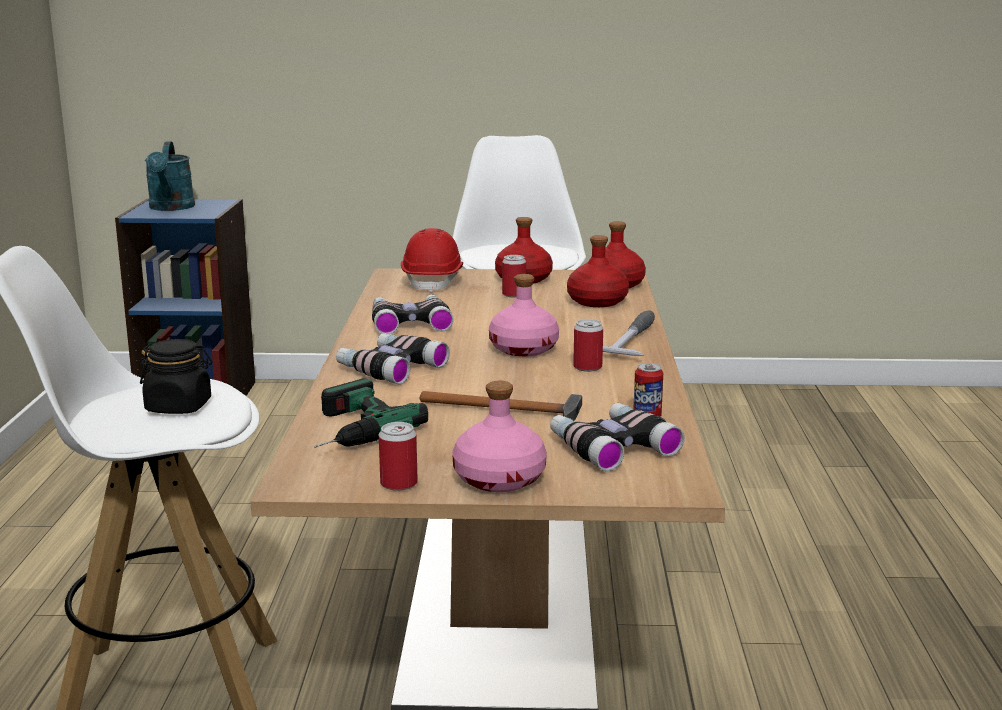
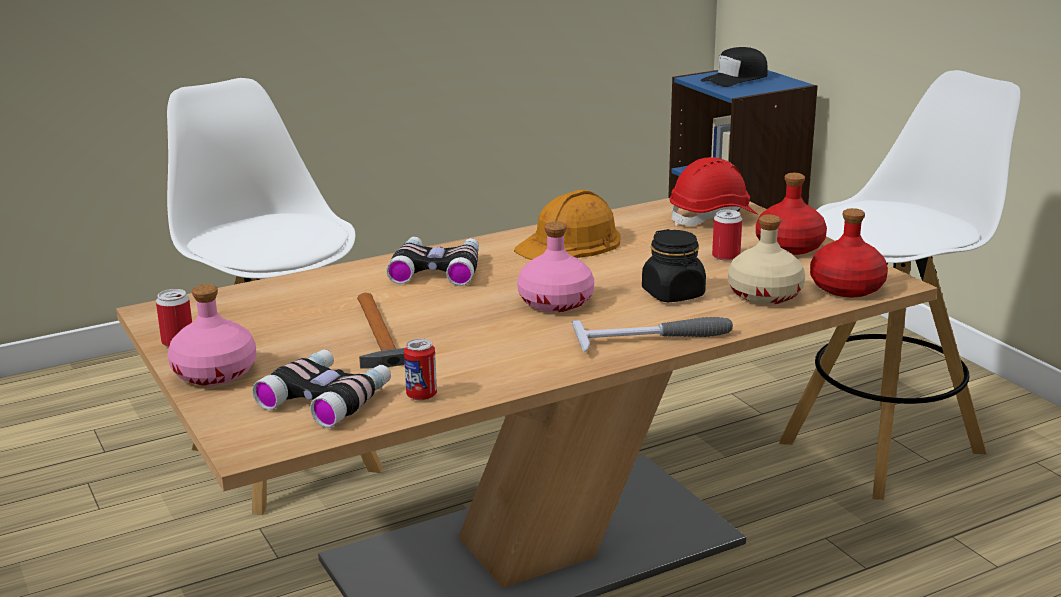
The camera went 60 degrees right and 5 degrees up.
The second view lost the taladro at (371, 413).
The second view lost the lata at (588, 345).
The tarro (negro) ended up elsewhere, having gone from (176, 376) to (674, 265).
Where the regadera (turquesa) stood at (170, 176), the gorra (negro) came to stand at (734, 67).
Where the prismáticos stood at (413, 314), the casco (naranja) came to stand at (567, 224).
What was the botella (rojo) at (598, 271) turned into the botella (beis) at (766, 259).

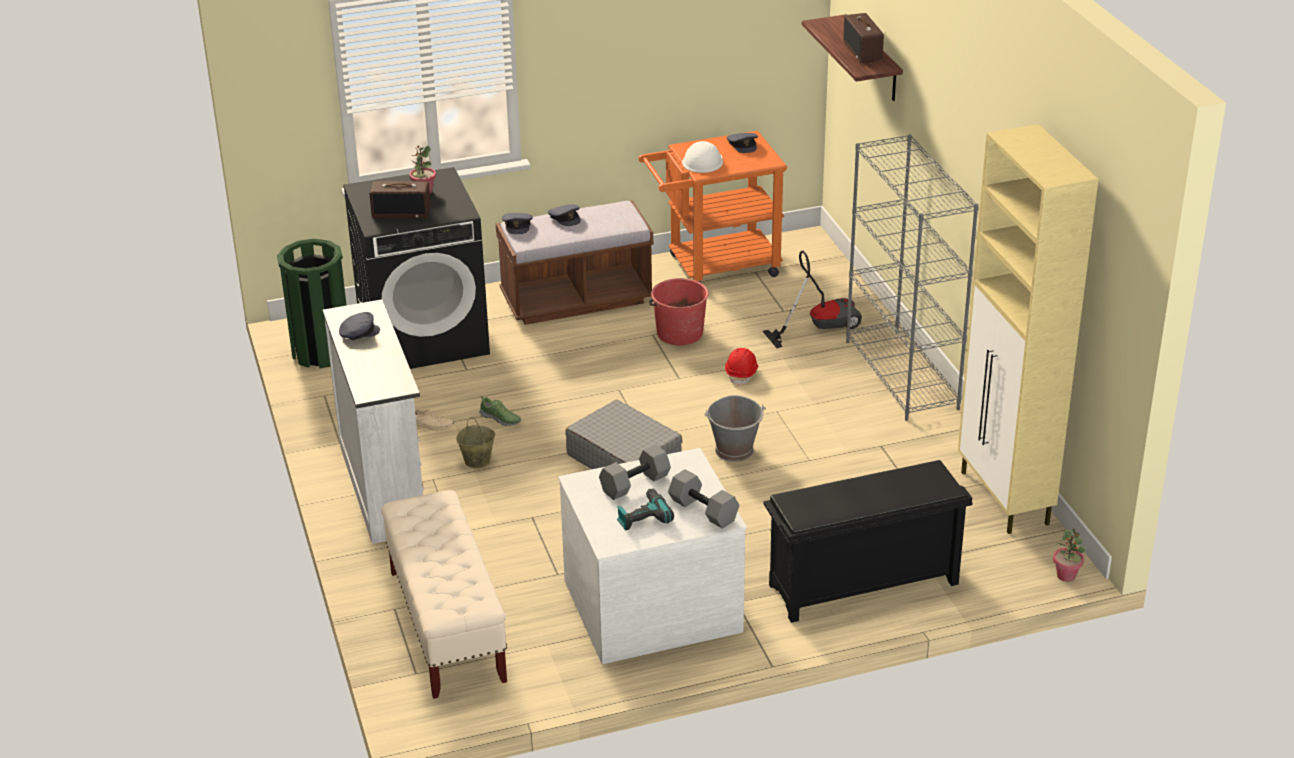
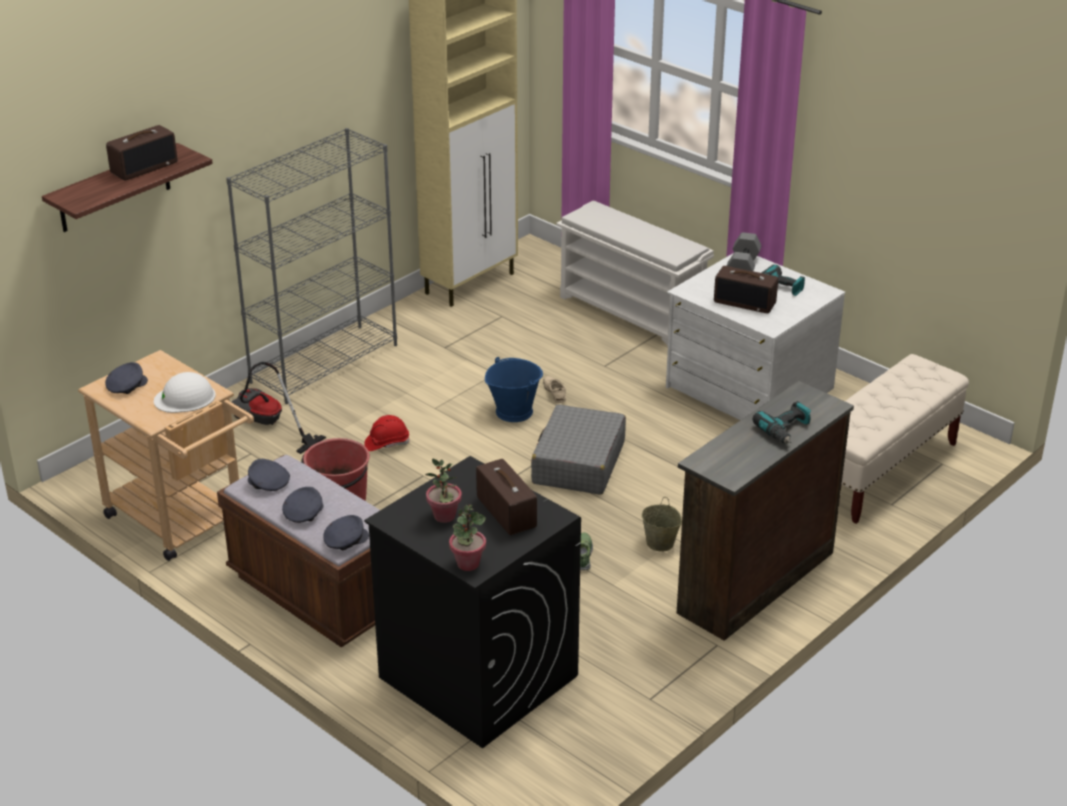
The camera went 120 degrees left and 0 degrees up.
The second view lost the papelera (verde) at (312, 303).
The second view gained the taladro at (782, 422).
The gorra (gris) ended up elsewhere, having gone from (359, 326) to (269, 475).
The zapato (beis) ended up elsewhere, having gone from (434, 420) to (554, 389).
The planta en maceta ended up elsewhere, having gone from (1069, 555) to (467, 538).
Where the mancuerna (gris) stood at (635, 472), the radio came to stand at (746, 289).
What was the cómoda (blanco) at (373, 421) turned into the cómoda (marrón) at (765, 511).
What was the carrito (naranja) at (712, 207) turned into the carrito (beis) at (166, 455).
What was the cubo (gris) at (735, 428) turned into the cubo (azul) at (514, 389).
What was the zapatero (negro) at (868, 541) turned into the zapatero (blanco) at (635, 274).

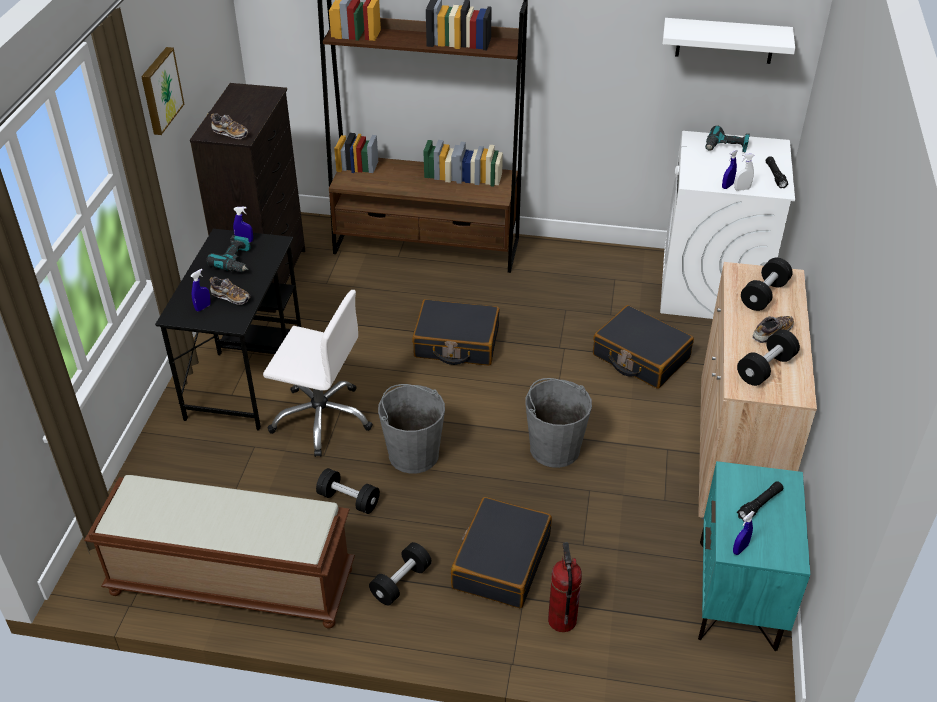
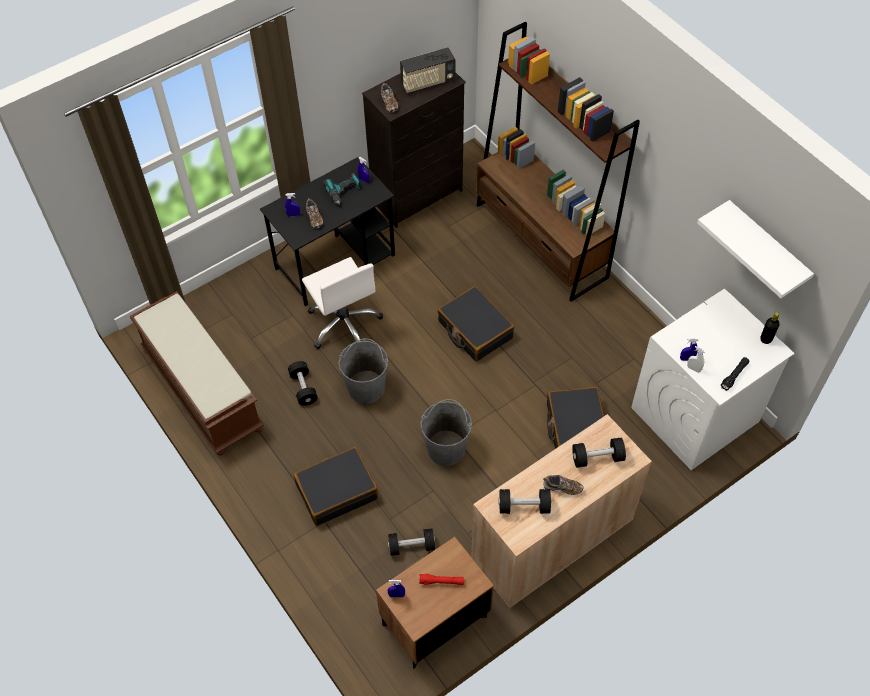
The camera went 45 degrees right and 15 degrees up.
The second view lost the cuadro at (162, 91).
The second view lost the extintor at (565, 587).
The second view lost the taladro at (727, 139).
The second view gained the radio at (428, 70).
The second view gained the botella (negro) at (769, 328).
The mancuerna (negro) ended up elsewhere, having gone from (400, 573) to (411, 542).
What was the mesita de noche (turquesa) at (754, 556) turned into the mesita de noche (marrón) at (435, 603).
What was the linterna (negro) at (760, 501) turned into the linterna (rojo) at (441, 579).

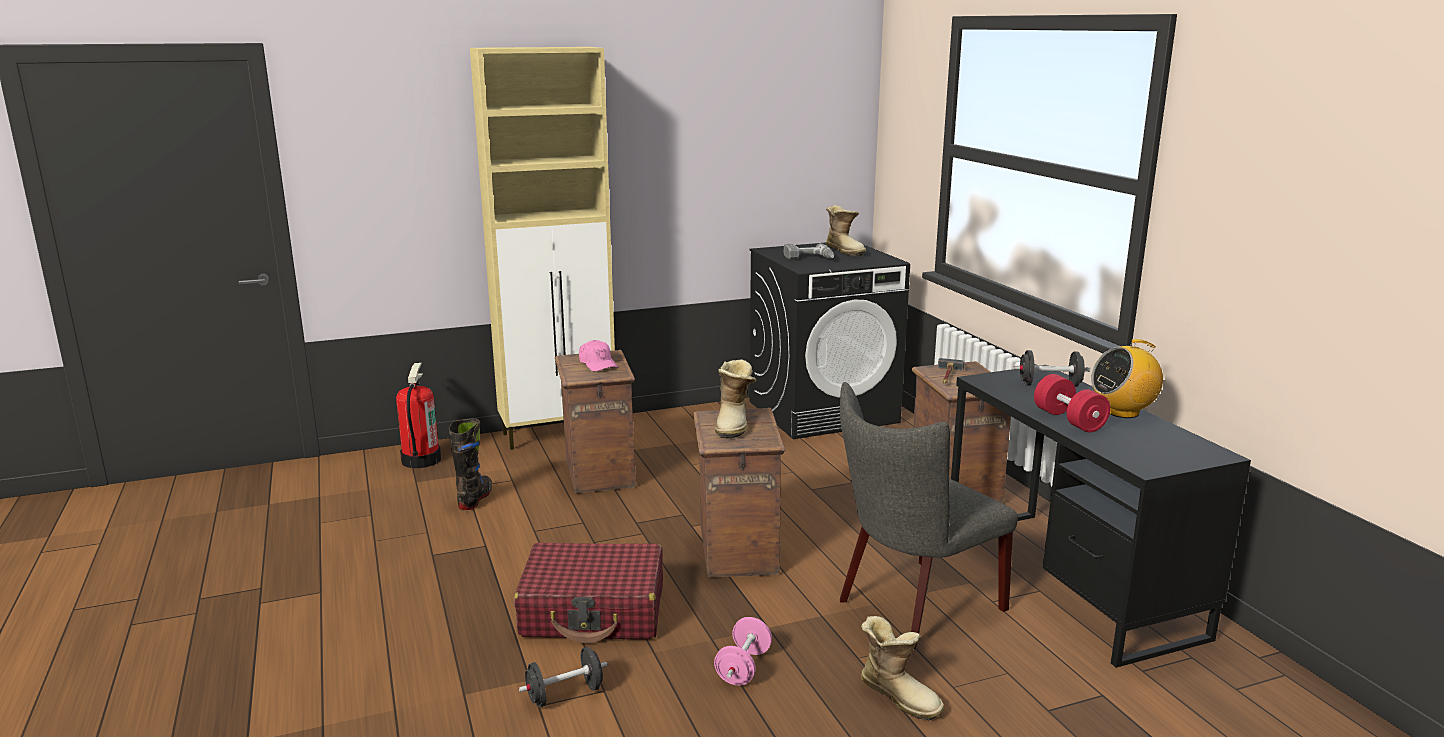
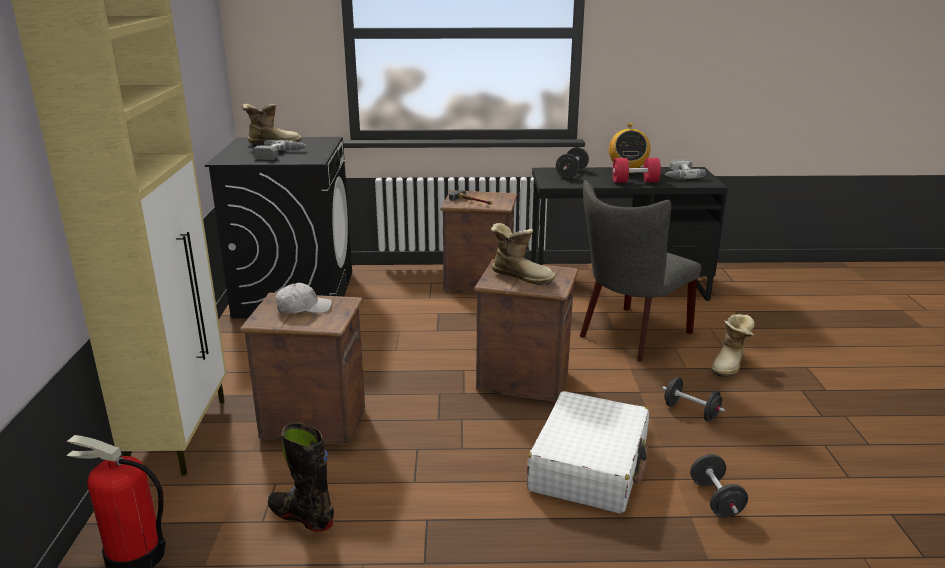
The camera went 70 degrees left and 5 degrees up.
The second view gained the taladro at (685, 169).
What was the maleta (rojo) at (588, 592) turned into the maleta (blanco) at (588, 452).
What was the gorra (rosa) at (598, 356) turned into the gorra (blanco) at (303, 298).
What was the mancuerna (rosa) at (743, 651) turned into the mancuerna (negro) at (693, 399).
The silla (gris) at (929, 515) ended up facing another way, 60 degrees clockwise from before.
The bota at (902, 668) ended up facing another way, 150 degrees clockwise from before.

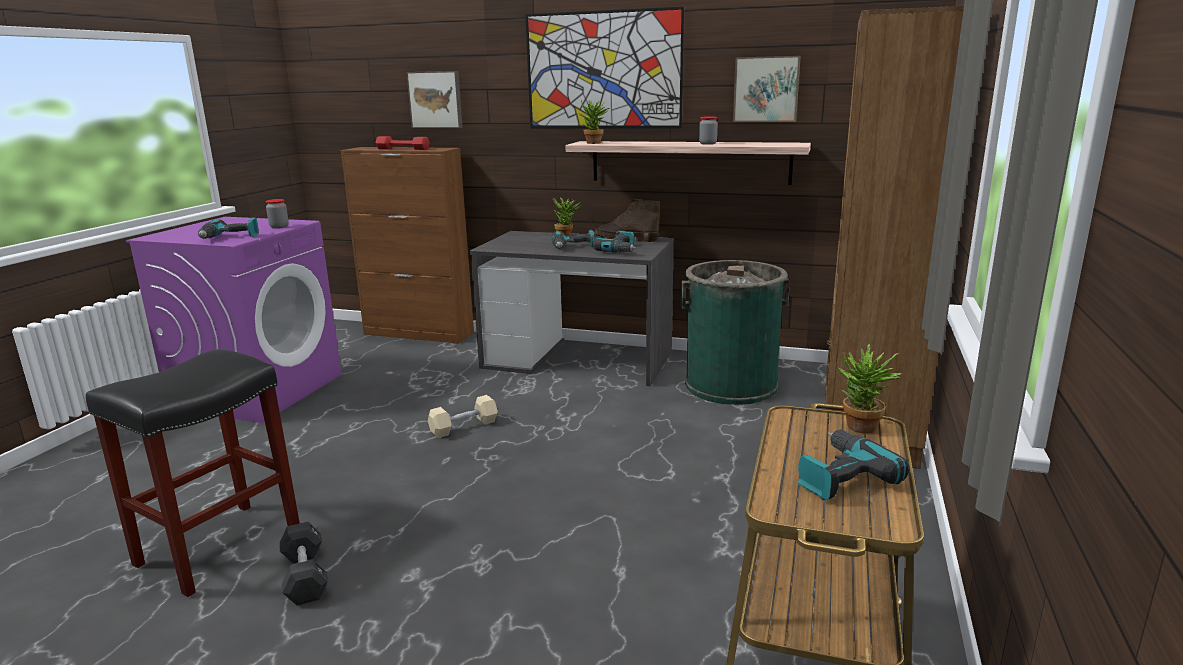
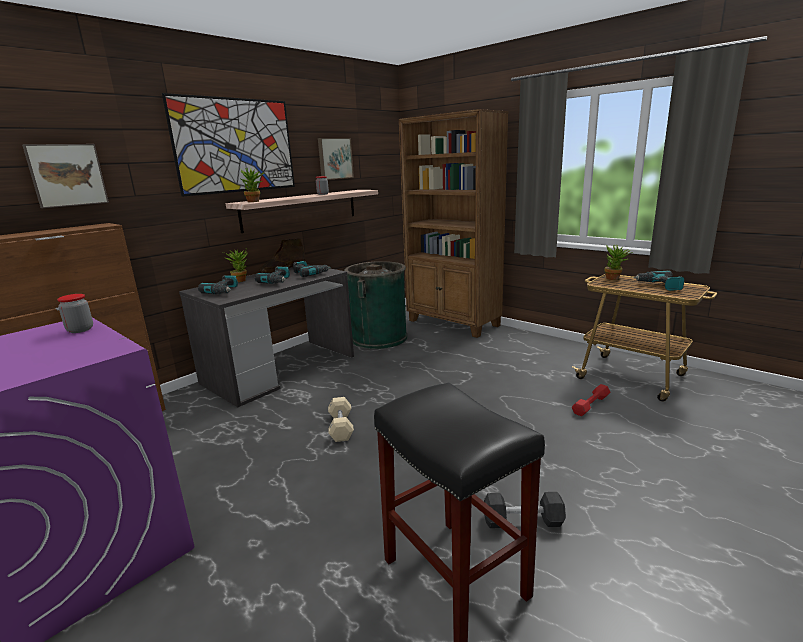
The camera went 65 degrees left and 0 degrees up.
The taladro ended up elsewhere, having gone from (228, 228) to (218, 284).
The mancuerna (rojo) ended up elsewhere, having gone from (402, 143) to (591, 400).

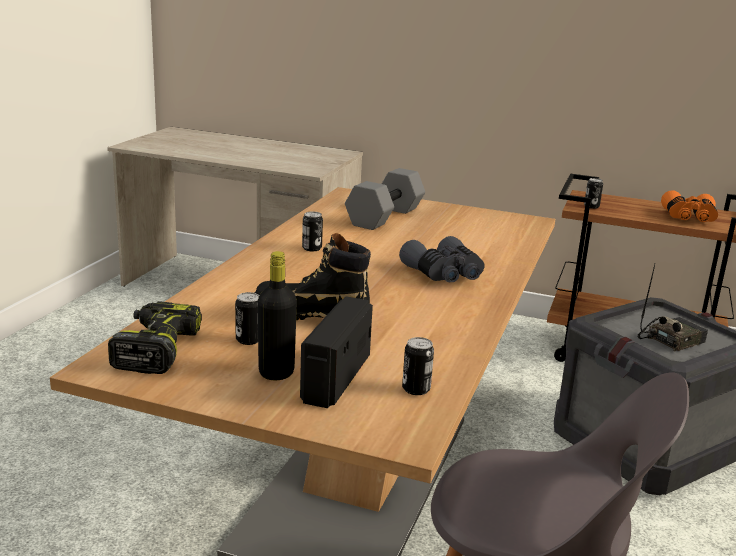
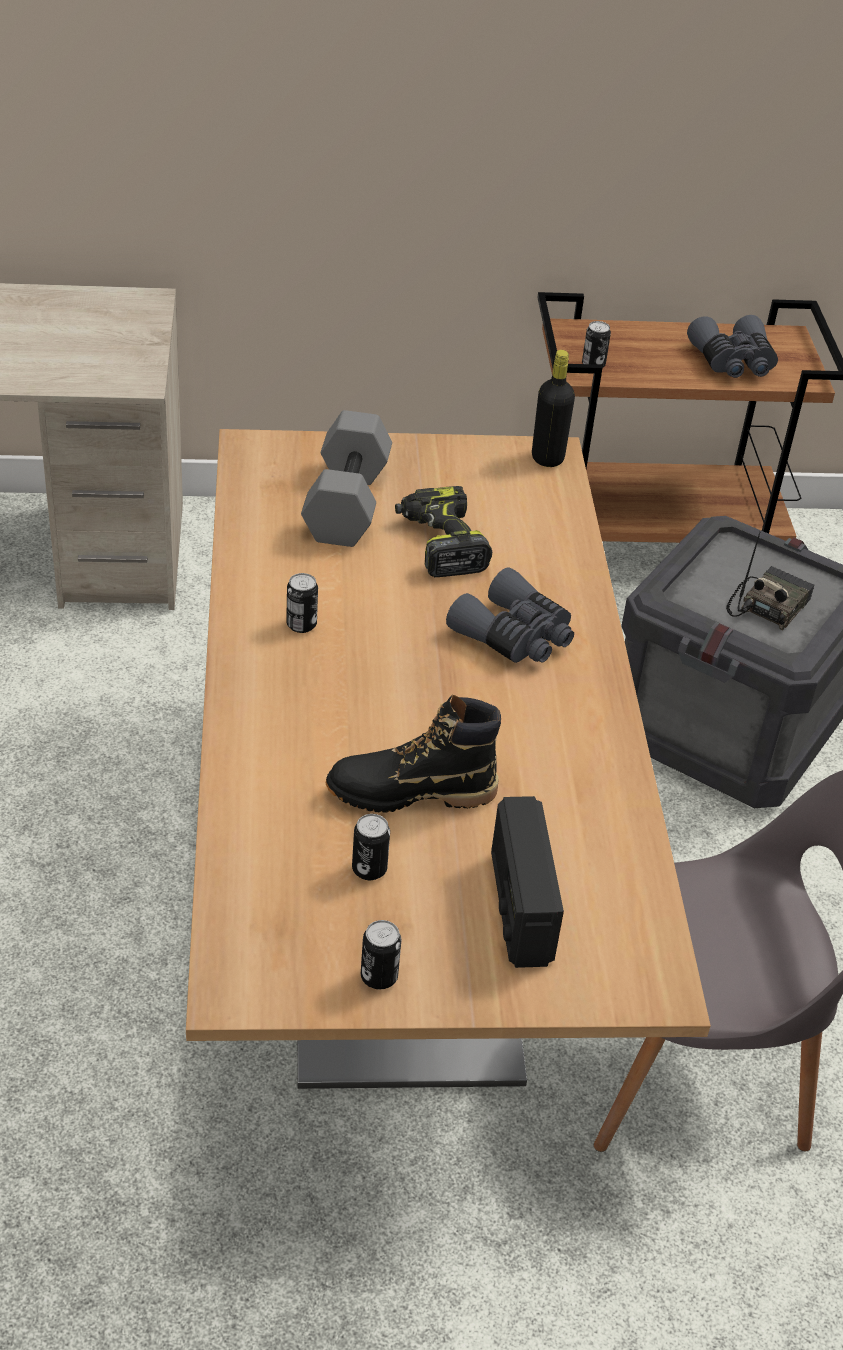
The camera went 25 degrees left and 20 degrees up.
The taladro ended up elsewhere, having gone from (155, 337) to (443, 531).
The botella (negro) ended up elsewhere, having gone from (277, 315) to (553, 408).
The lata ended up elsewhere, having gone from (418, 366) to (381, 954).
What was the prismáticos (naranja) at (689, 206) turned into the prismáticos (gris) at (732, 346).

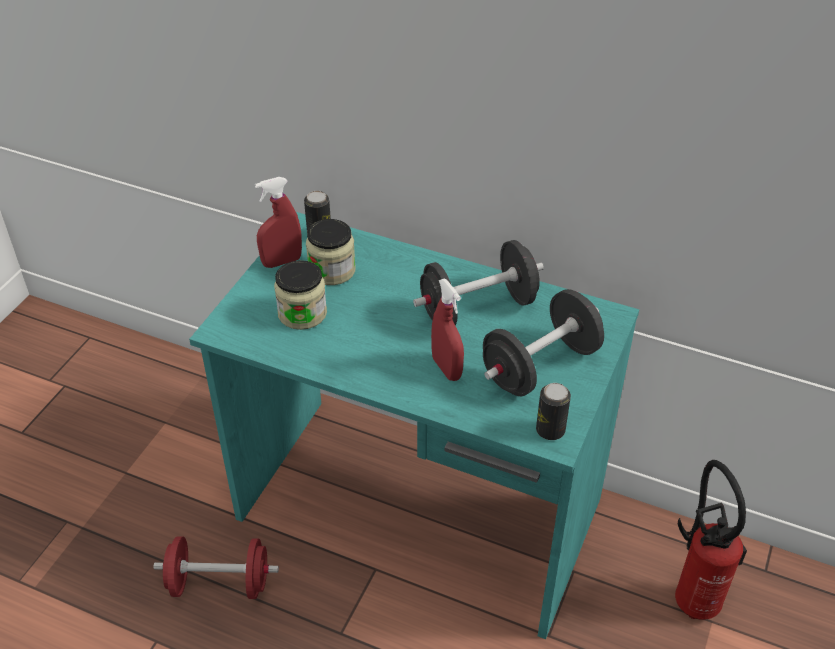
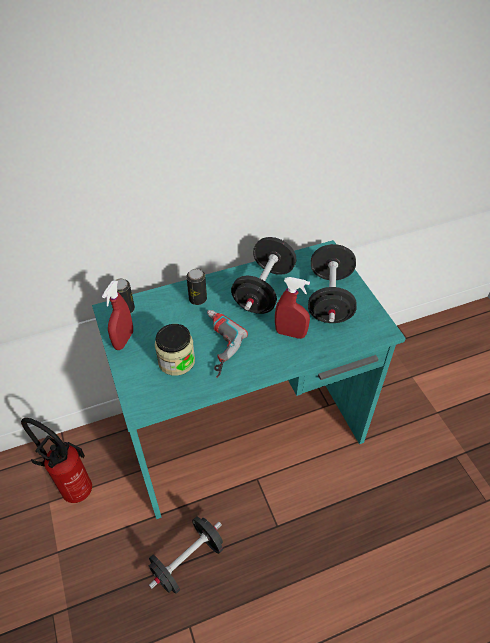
The camera went 45 degrees left and 5 degrees up.
The second view lost the tarro at (331, 252).
The second view gained the taladro at (227, 344).
The lata ended up elsewhere, having gone from (553, 411) to (196, 287).
The extintor ended up elsewhere, having gone from (711, 540) to (56, 460).
What was the mancuerna (rojo) at (216, 567) turned into the mancuerna (negro) at (186, 555).

